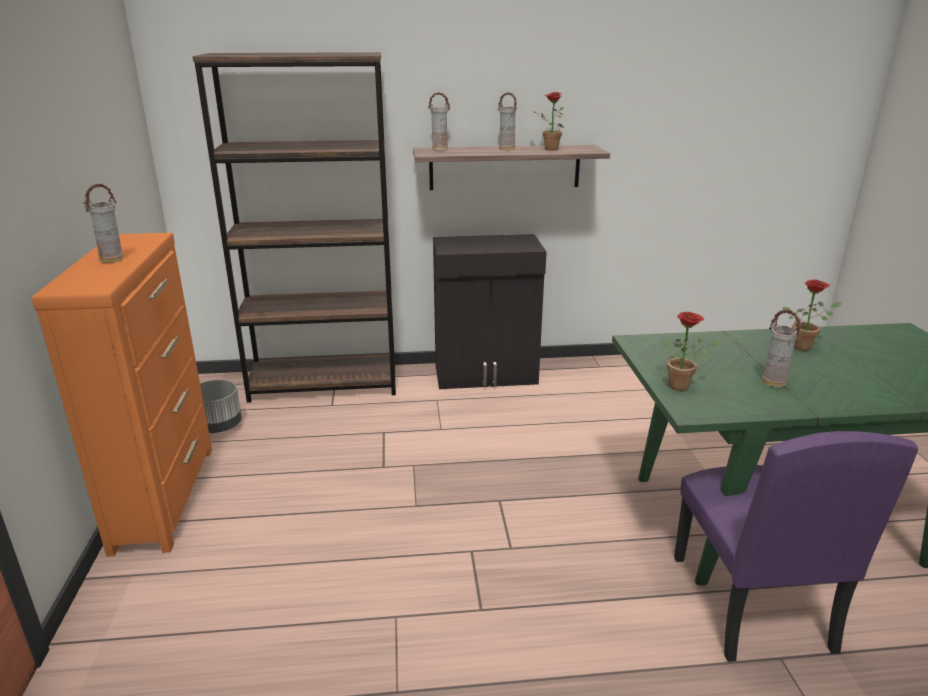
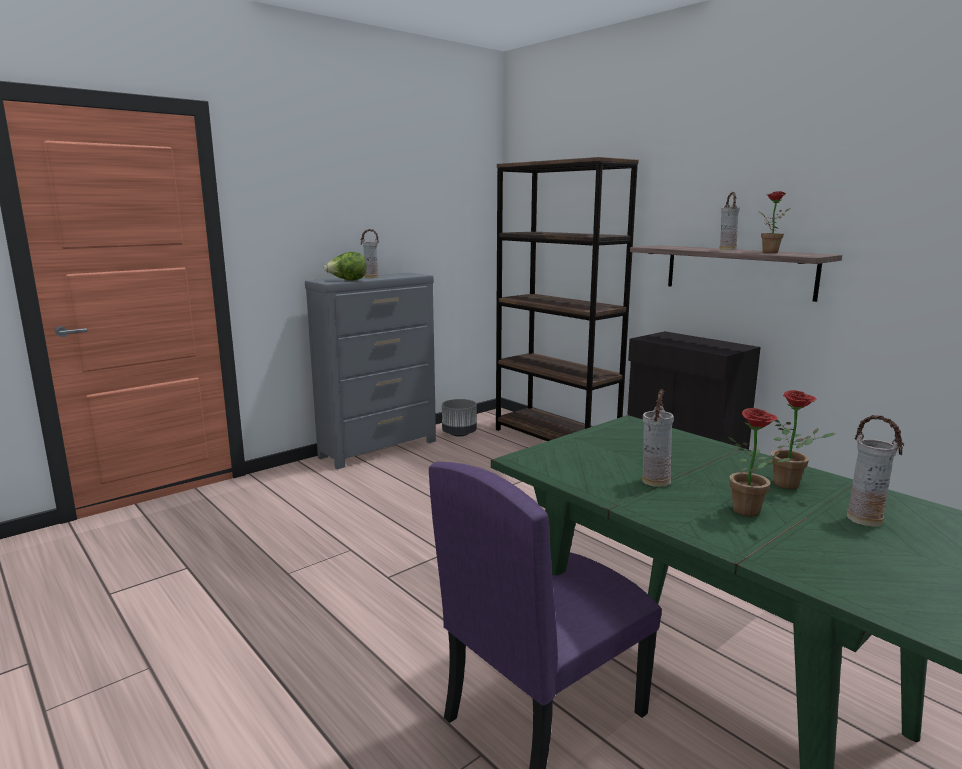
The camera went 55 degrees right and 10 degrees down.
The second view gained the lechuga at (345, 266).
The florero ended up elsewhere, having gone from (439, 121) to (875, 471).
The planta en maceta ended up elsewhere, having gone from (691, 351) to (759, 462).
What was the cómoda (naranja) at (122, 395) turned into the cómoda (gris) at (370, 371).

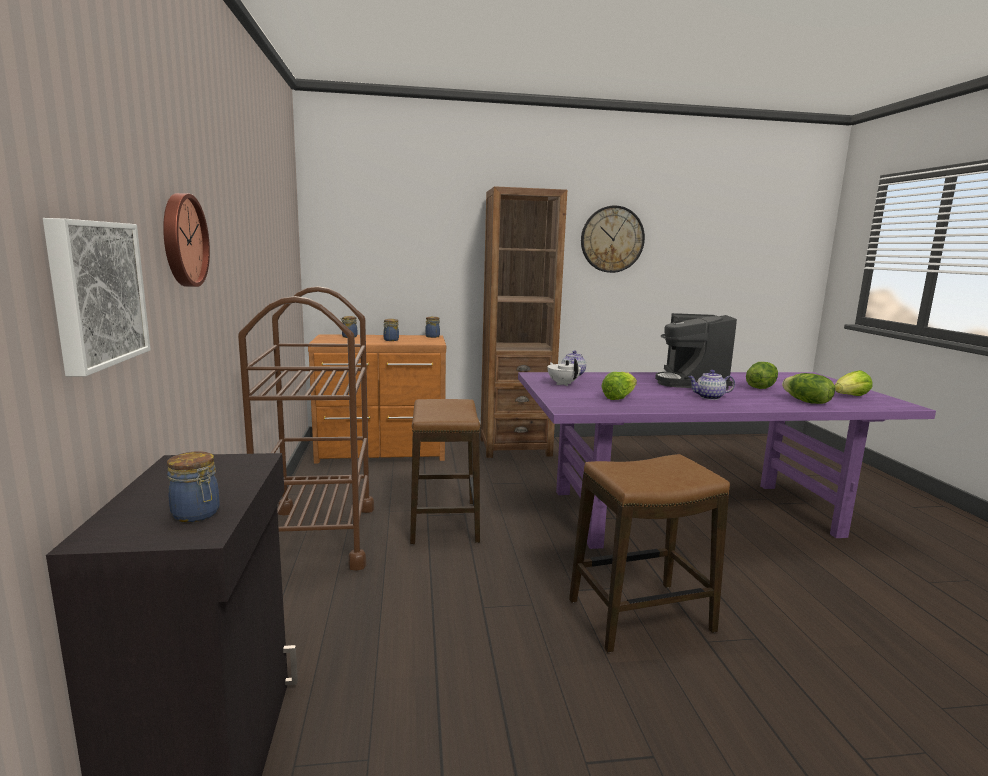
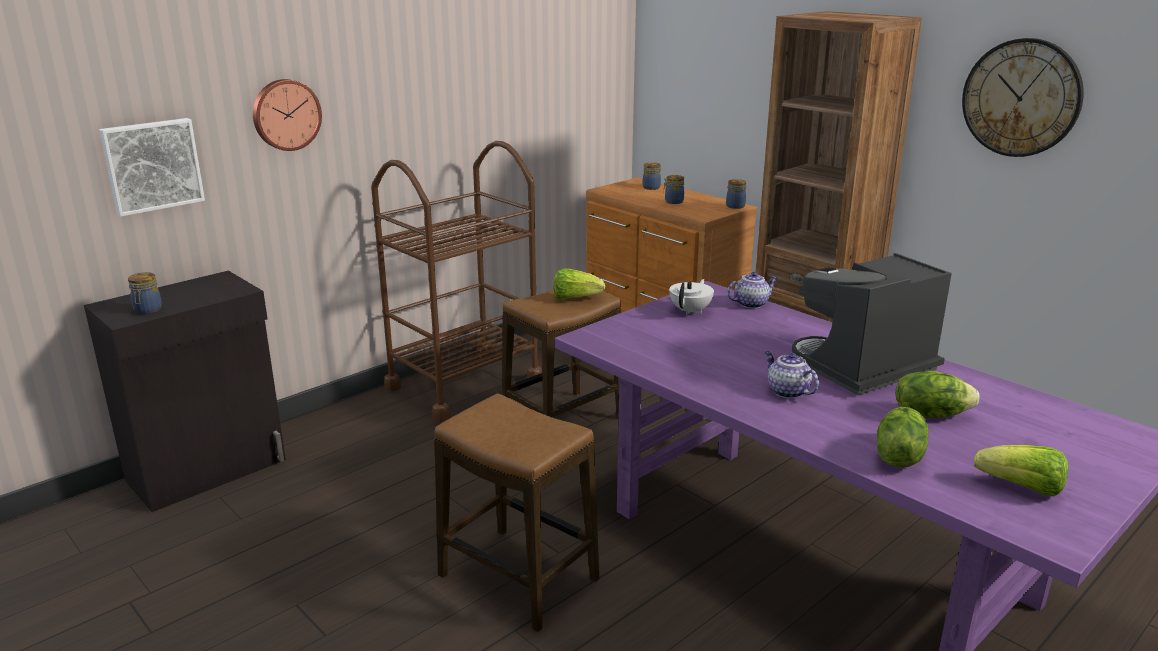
The camera went 55 degrees right and 10 degrees up.
The lechuga ended up elsewhere, having gone from (619, 386) to (579, 283).

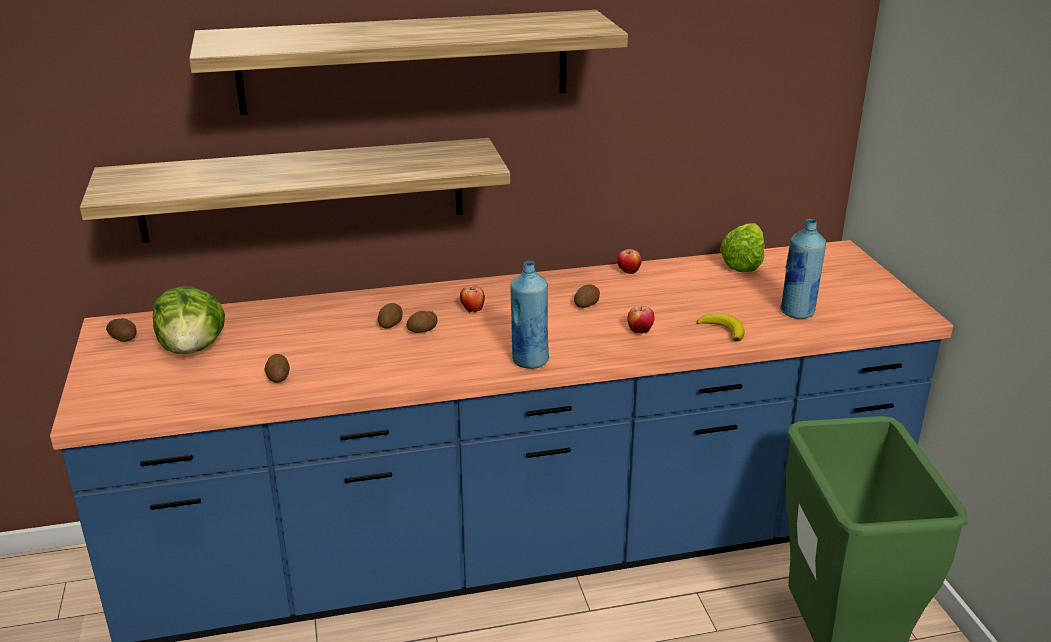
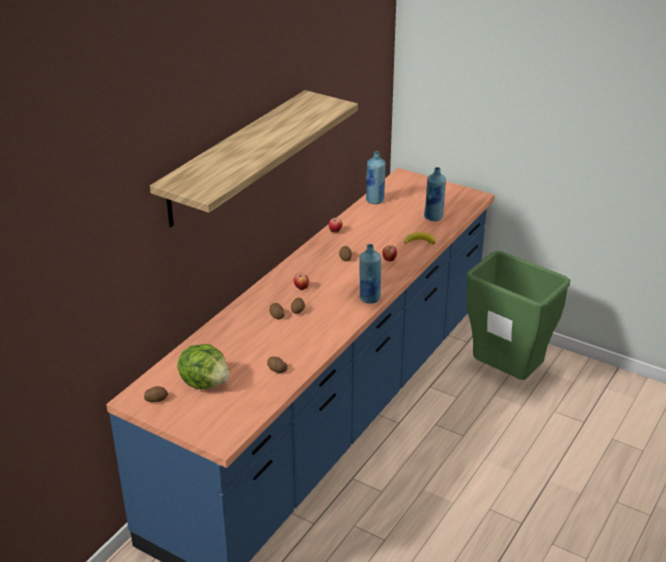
The camera went 45 degrees left and 5 degrees up.
The second view lost the estante at (295, 190).
Where the lechuga stood at (742, 247), the botella (azul) came to stand at (376, 177).

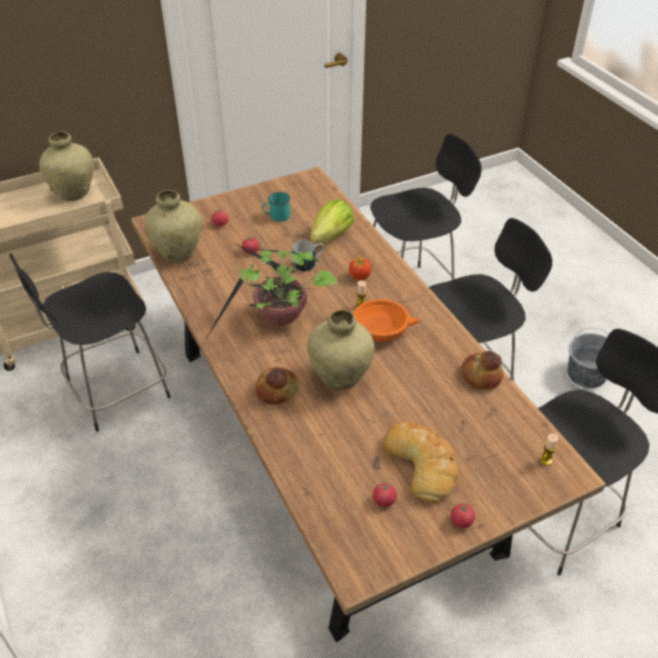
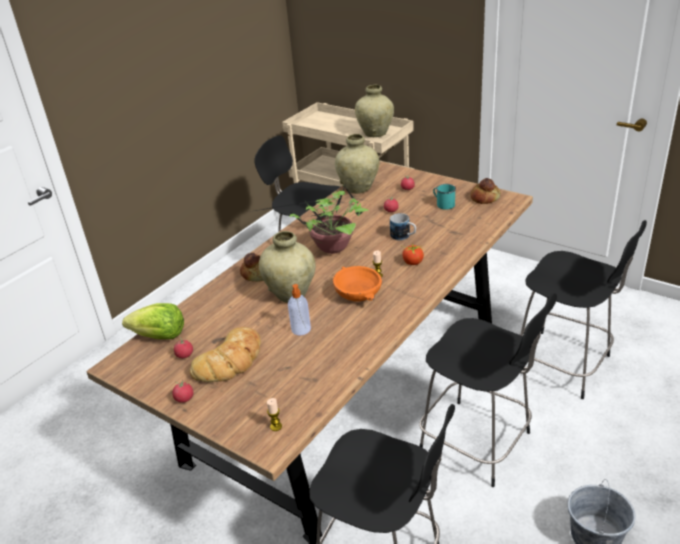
The camera went 65 degrees right and 10 degrees down.
The second view gained the dispensador de jabón at (299, 309).
The lechuga ended up elsewhere, having gone from (332, 221) to (153, 321).
The pan ended up elsewhere, having gone from (482, 370) to (486, 191).

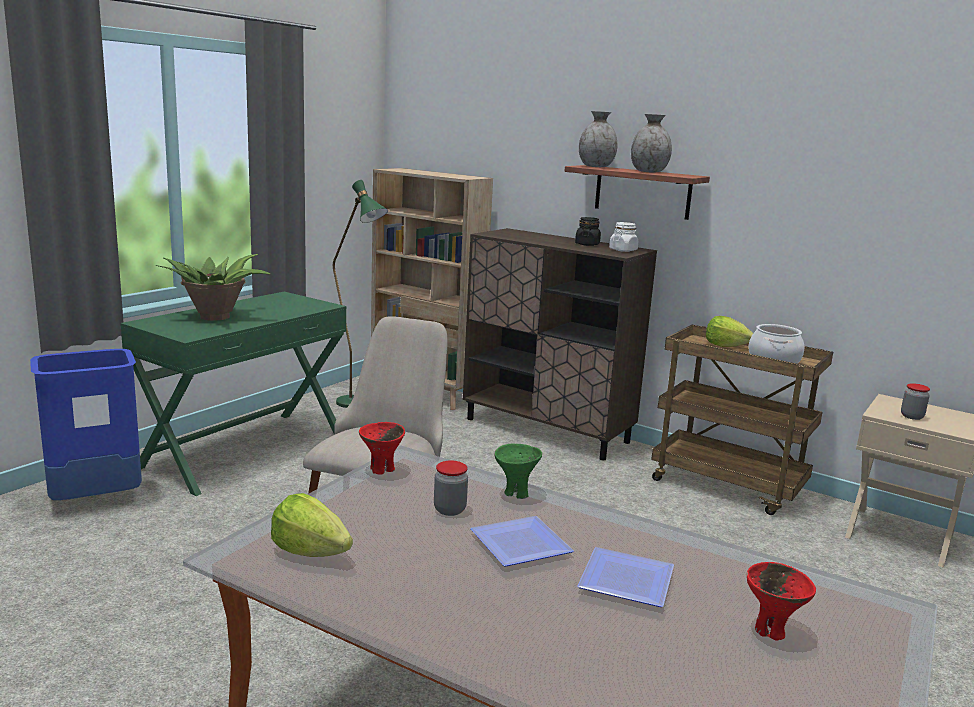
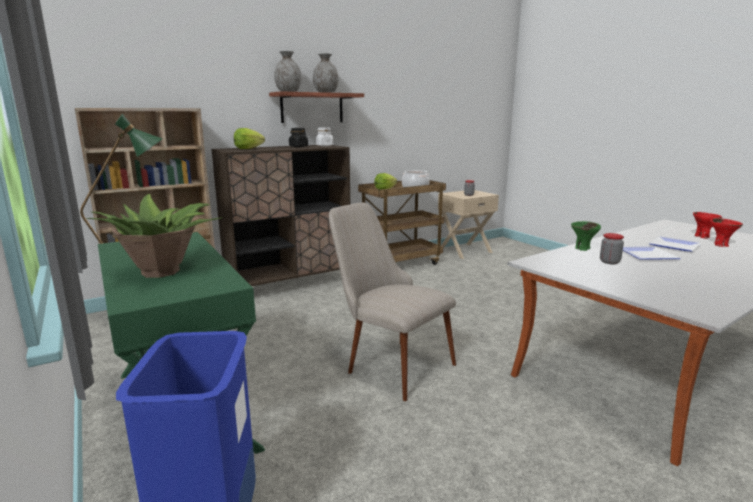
The camera went 65 degrees left and 0 degrees up.
The lechuga ended up elsewhere, having gone from (312, 525) to (249, 138).
The cuenco (rojo) ended up elsewhere, having gone from (382, 448) to (726, 232).

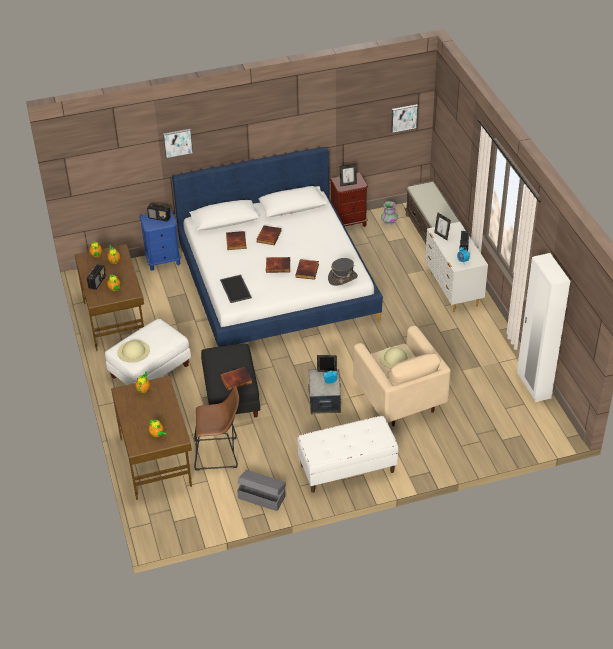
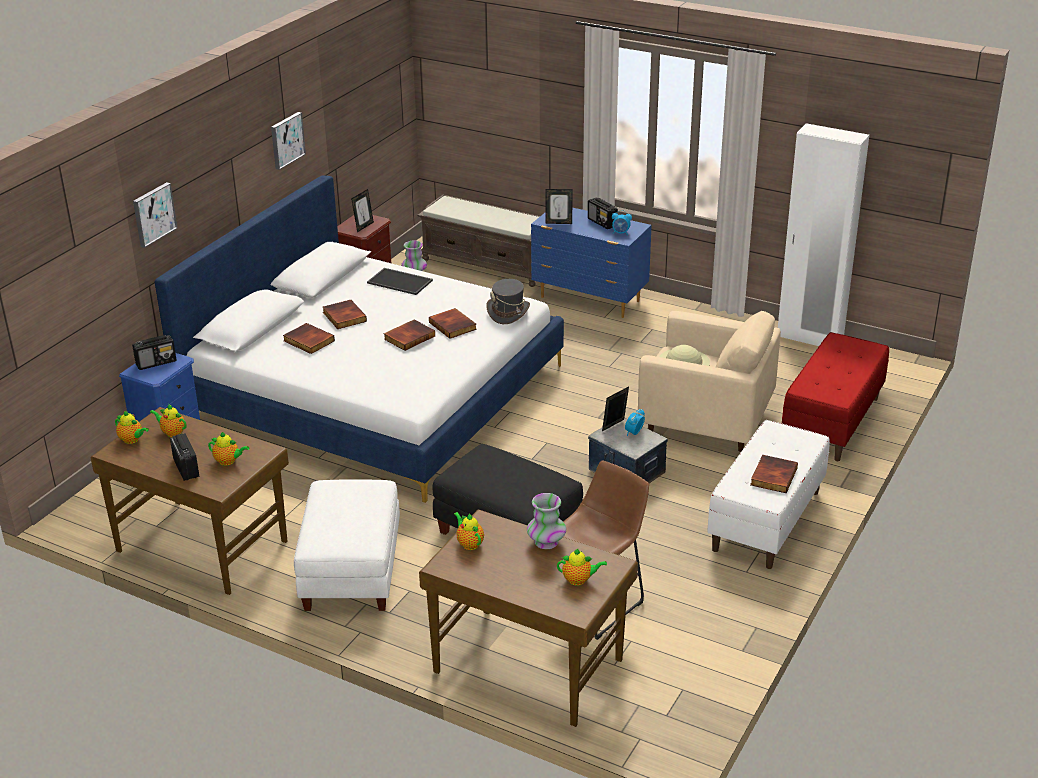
The camera went 45 degrees left and 10 degrees down.
The second view lost the sombrero (beis) at (133, 351).
The second view lost the caja de almacenaje (gris) at (261, 490).
The second view gained the florero at (546, 521).
The second view gained the banco (rojo) at (835, 396).
The bandeja ended up elsewhere, having gone from (236, 289) to (400, 281).
The libro ended up elsewhere, having gone from (236, 379) to (774, 474).
The cuadro ended up elsewhere, having gone from (404, 118) to (288, 141).
What was the cómoda (blanco) at (456, 267) turned into the cómoda (azul) at (591, 263).

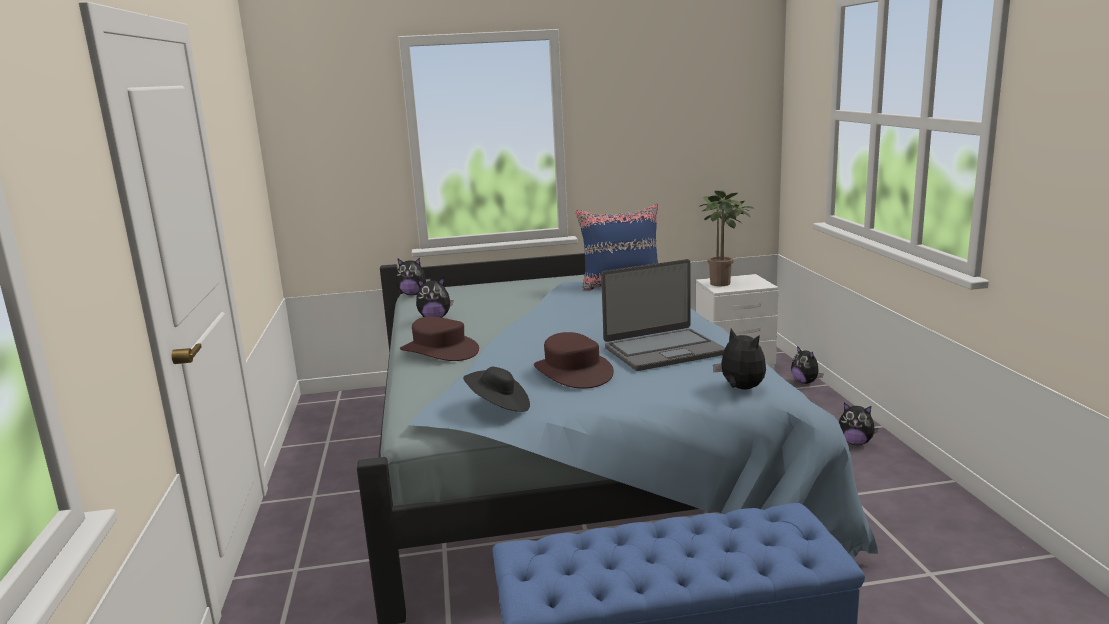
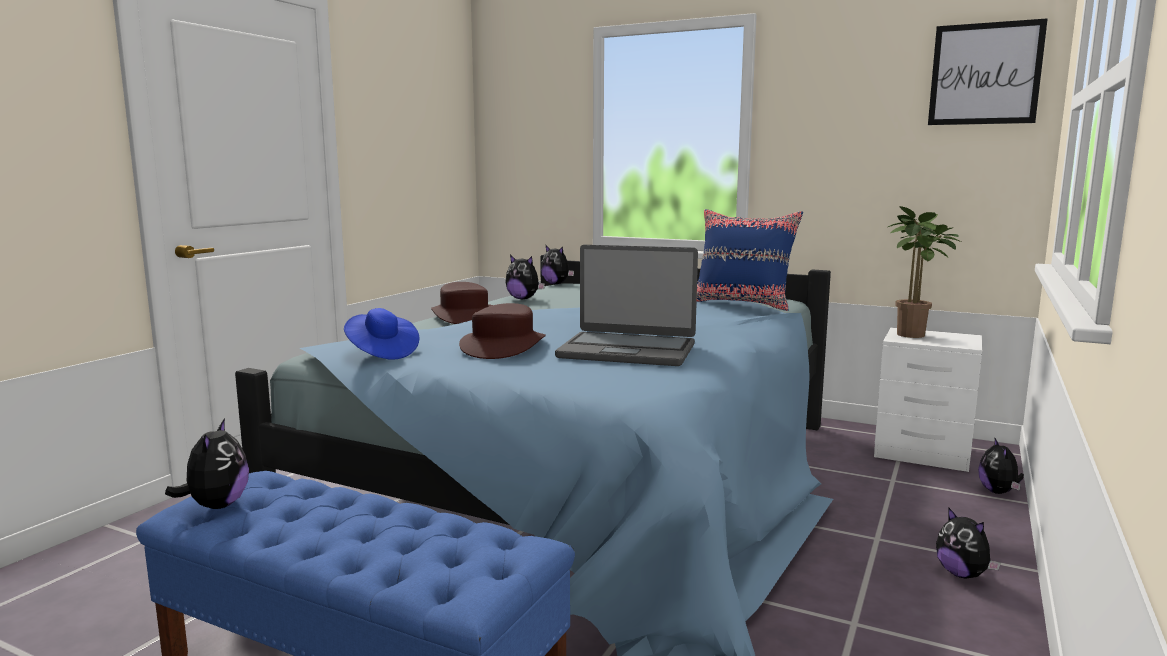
The camera went 35 degrees right and 5 degrees down.
The second view gained the cuadro at (988, 71).
The peluche ended up elsewhere, having gone from (739, 359) to (207, 463).
What was the sombrero (negro) at (496, 389) turned into the sombrero (azul) at (381, 334).

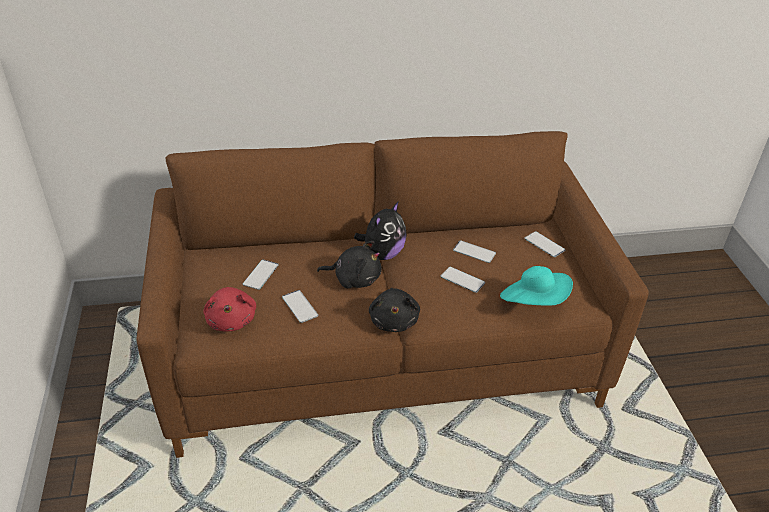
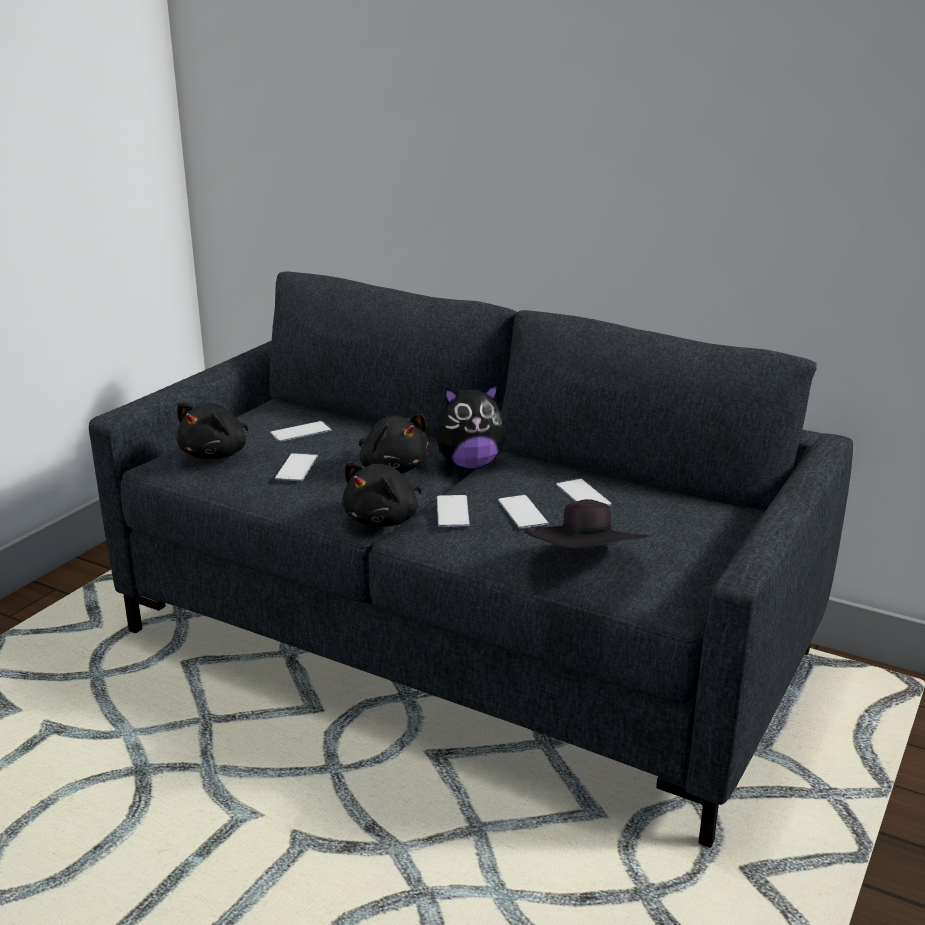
The camera went 40 degrees right and 15 degrees down.
The móvil ended up elsewhere, having gone from (545, 244) to (453, 511).
What was the sofá (marrón) at (392, 294) turned into the sofá (gris) at (471, 559).
What was the peluche (rojo) at (230, 309) turned into the peluche (negro) at (212, 430).
What was the sombrero (turquesa) at (536, 286) turned into the sombrero (negro) at (586, 524).

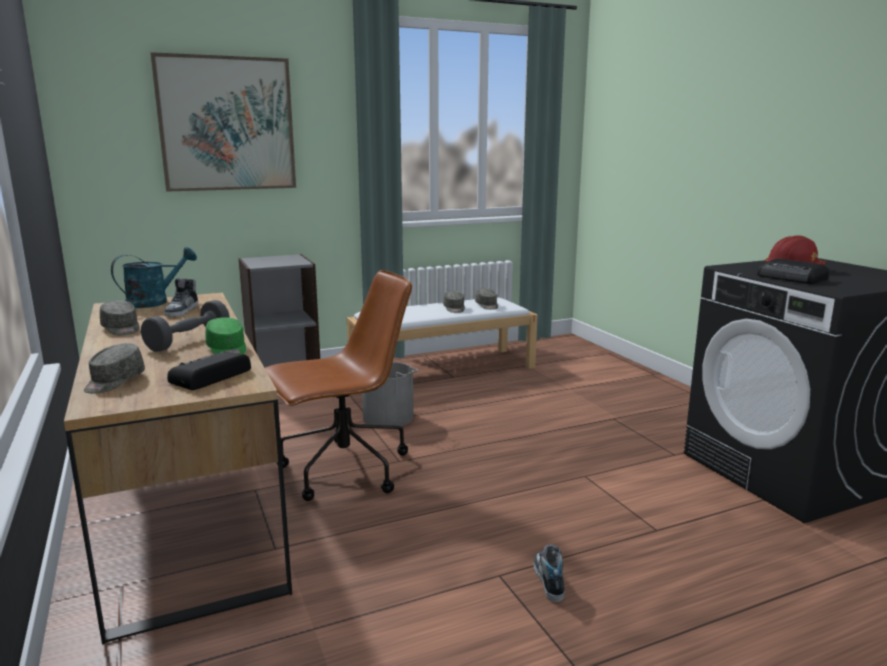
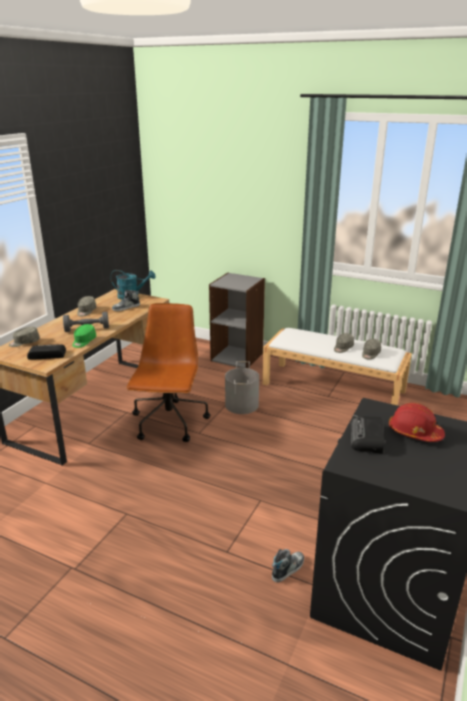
The camera went 50 degrees right and 10 degrees up.
The second view lost the cuadro at (223, 122).
The zapato ended up elsewhere, having gone from (549, 573) to (288, 565).
The silla de oficina (marrón) at (338, 385) ended up facing another way, 105 degrees counterclockwise from before.

